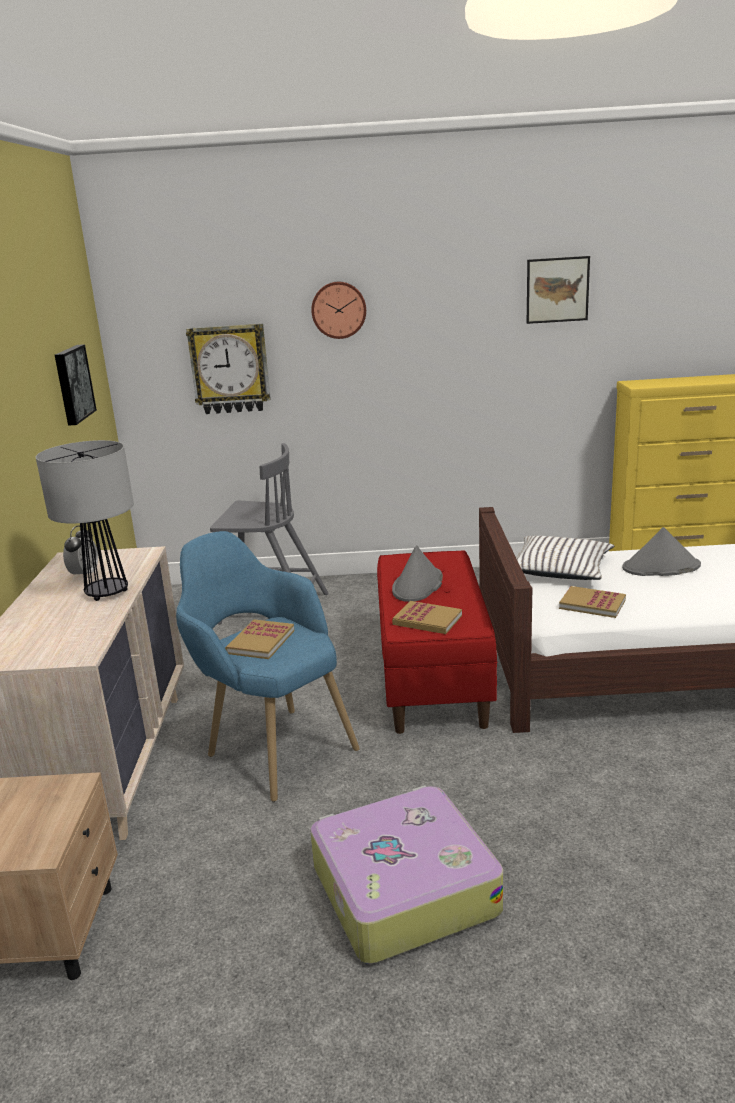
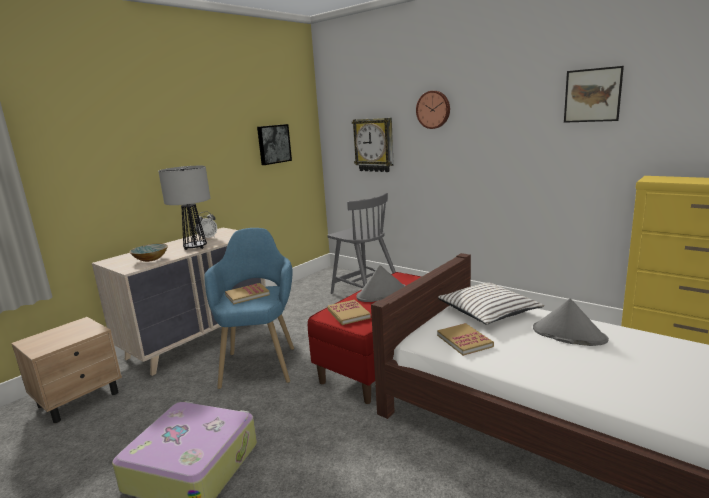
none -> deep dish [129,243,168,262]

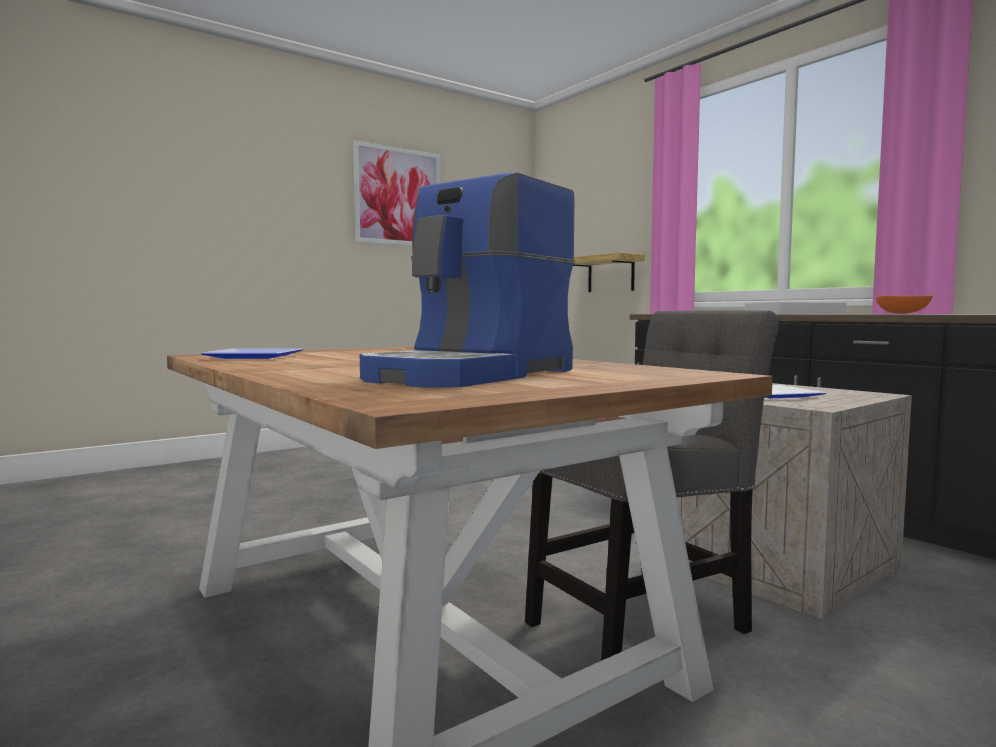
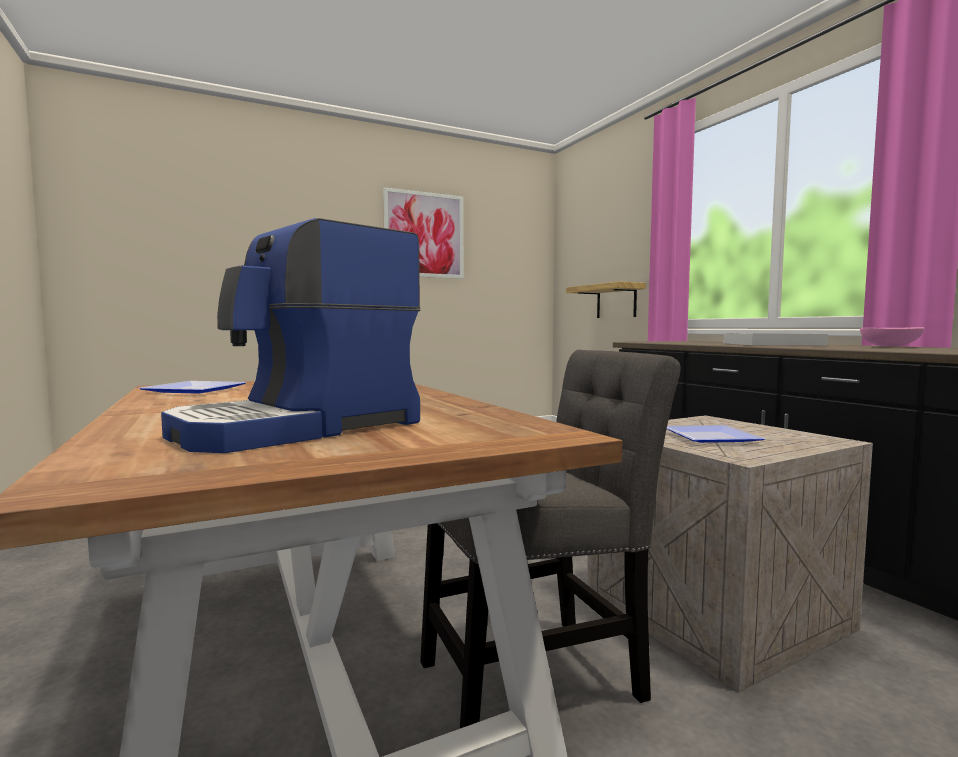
deep dish/orangey [876,295,933,314] -> deep dish/pink-coloured [860,327,925,347]

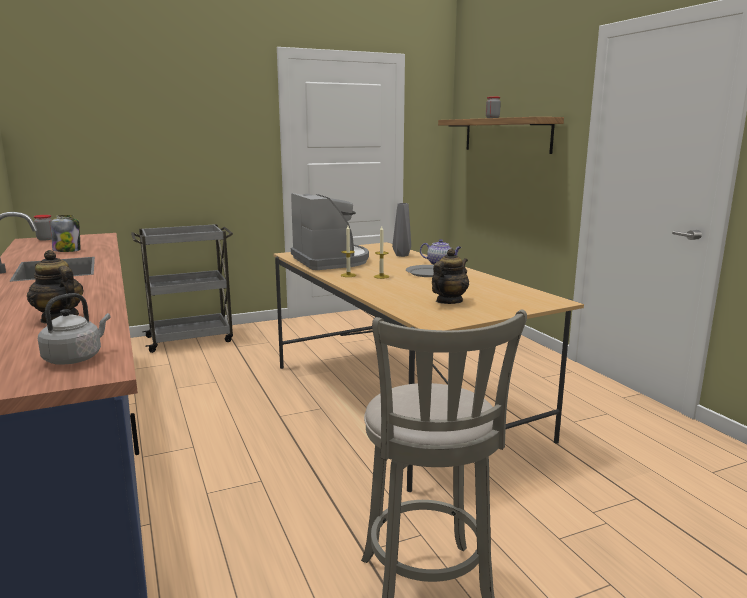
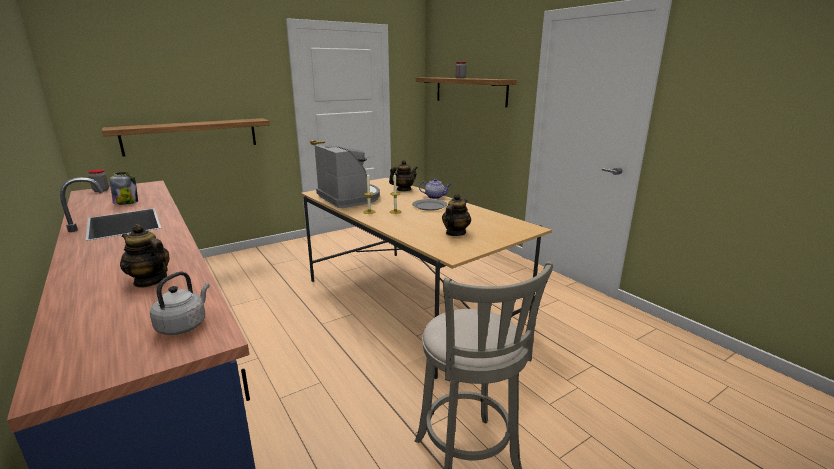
decorative vase/gray [392,203,411,257] -> teapot [389,160,418,191]
wheeled cart/gray [131,224,233,353] -> none
none -> wall shelf [102,118,270,157]

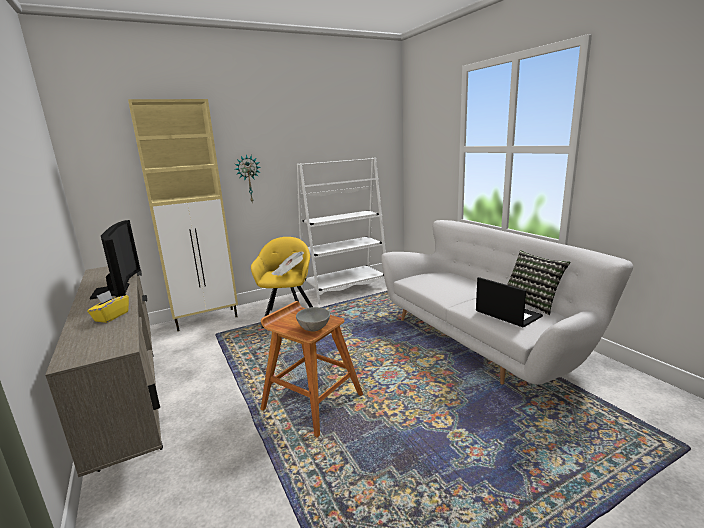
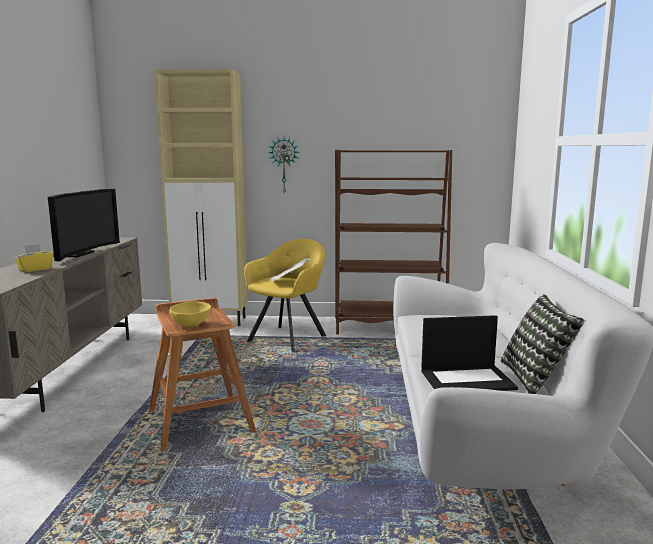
shelving unit/white [297,158,386,304] -> shelving unit/brown-coloured [335,150,452,334]
notebook computer [476,277,543,328] -> notebook computer [421,315,518,391], 90 degrees clockwise
deep dish/gray [296,307,330,331] -> deep dish/yellow-coloured [169,301,211,327]

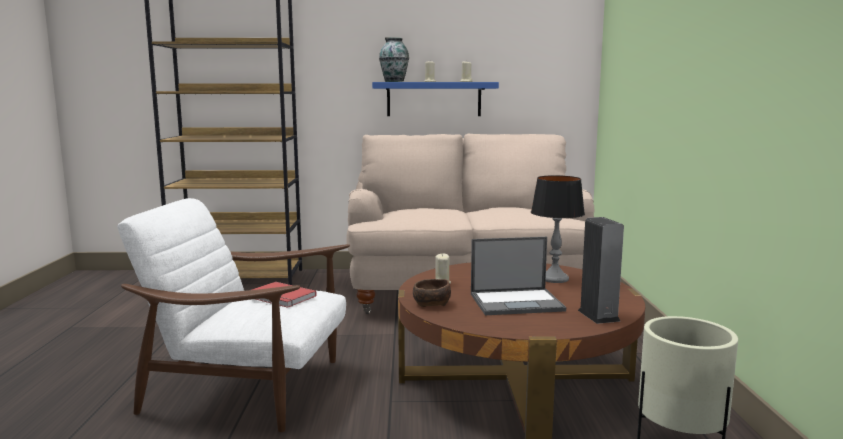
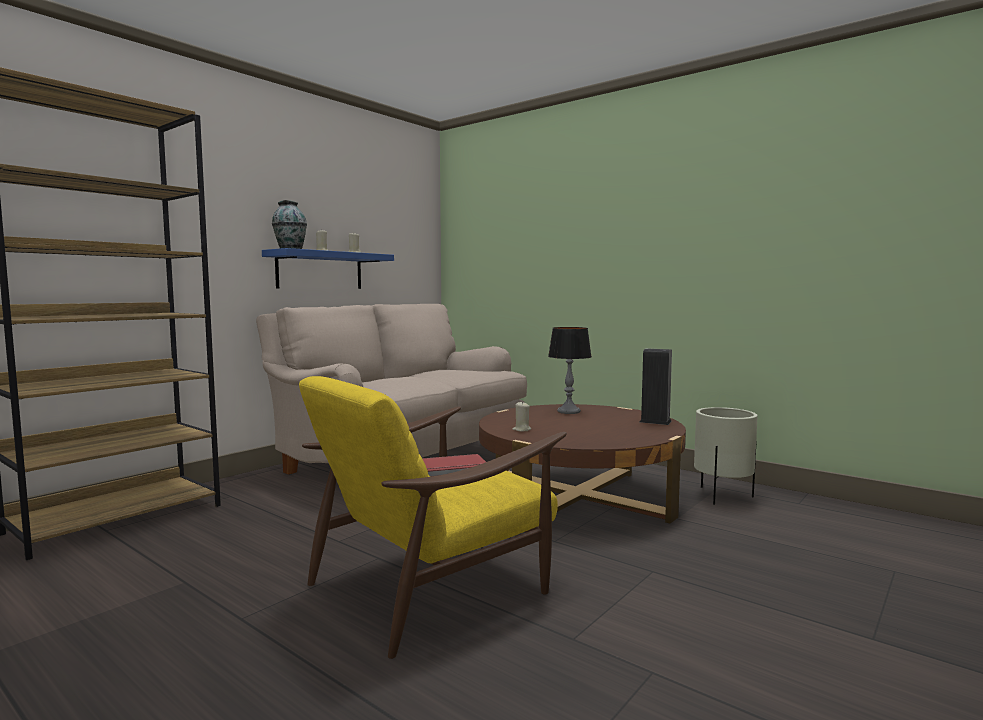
easy chair/white [117,198,350,432] -> easy chair/yellow-coloured [299,376,567,659]
notebook computer [471,237,566,315] -> none
deep dish/brown-coloured [413,279,451,307] -> none

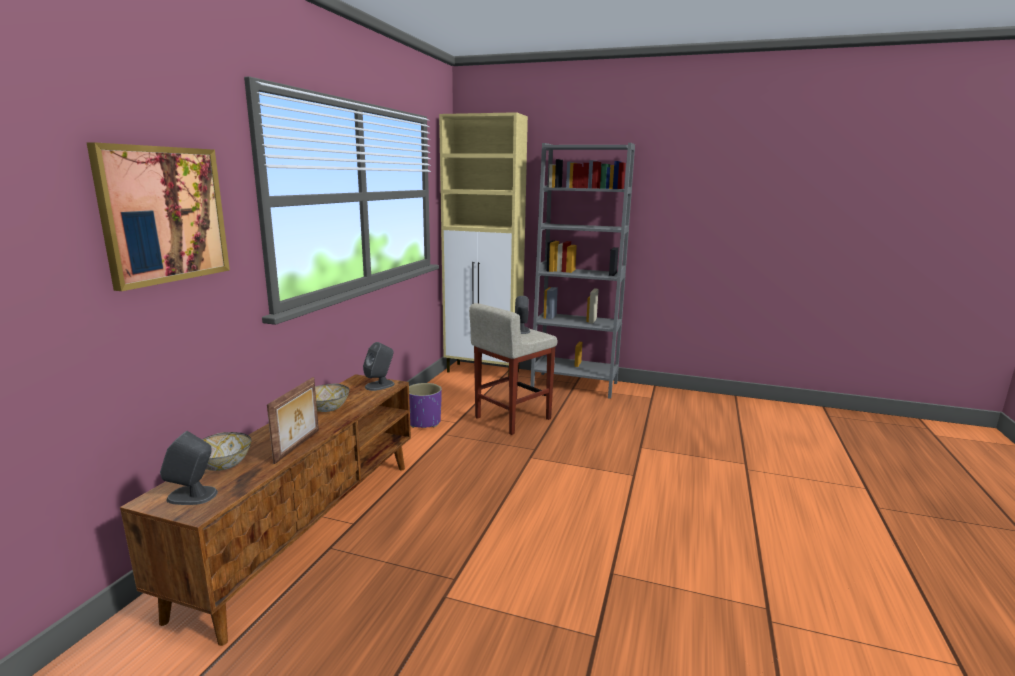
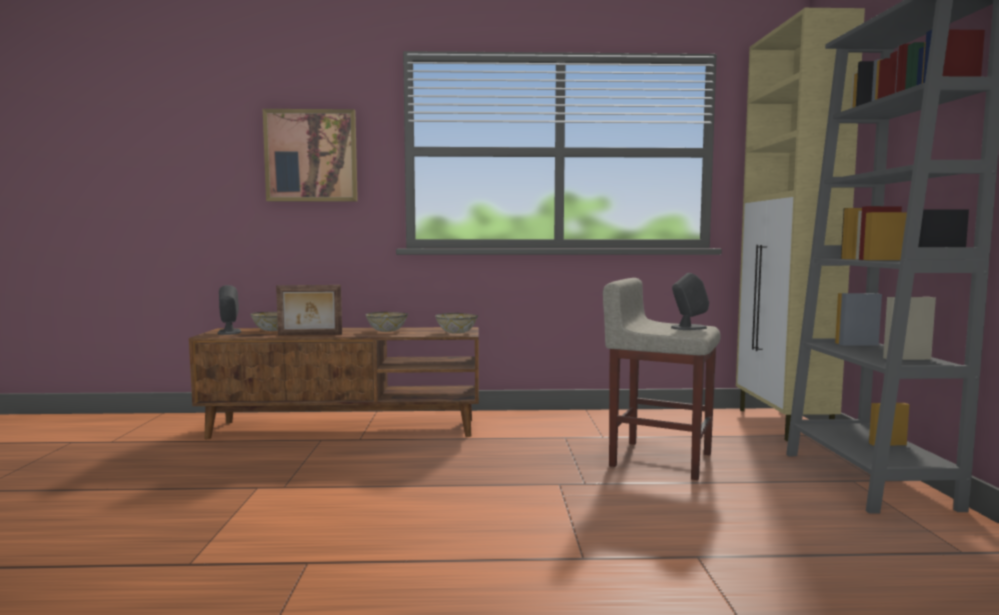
speaker/gray [363,342,395,391] -> deep dish [435,313,478,334]
flower pot/purple [409,383,442,428] -> none

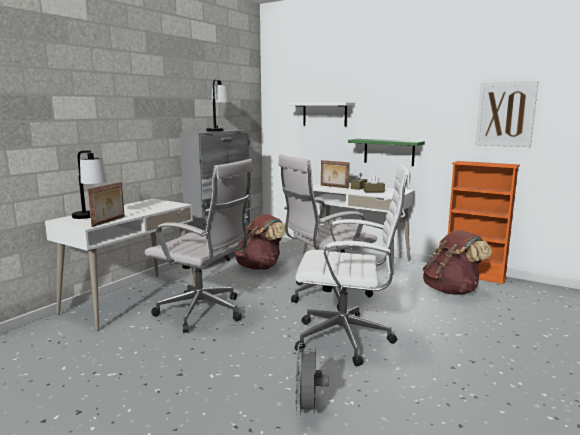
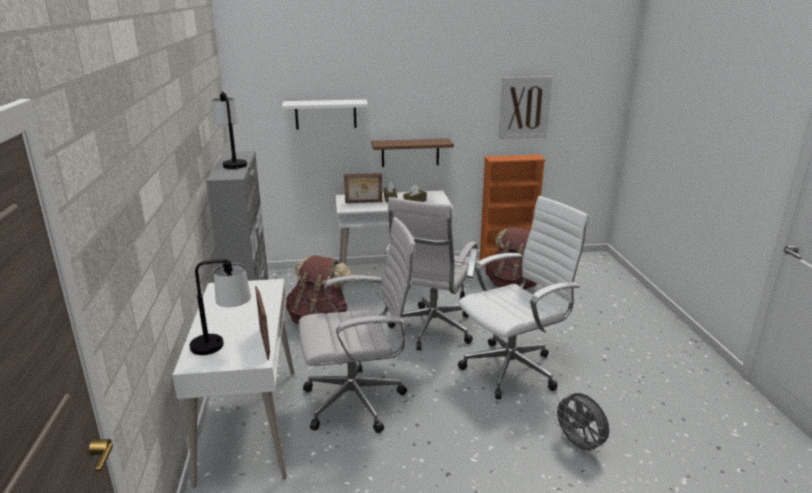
wall shelf/green-coloured [348,139,425,166] -> wall shelf/brown-coloured [371,138,454,167]

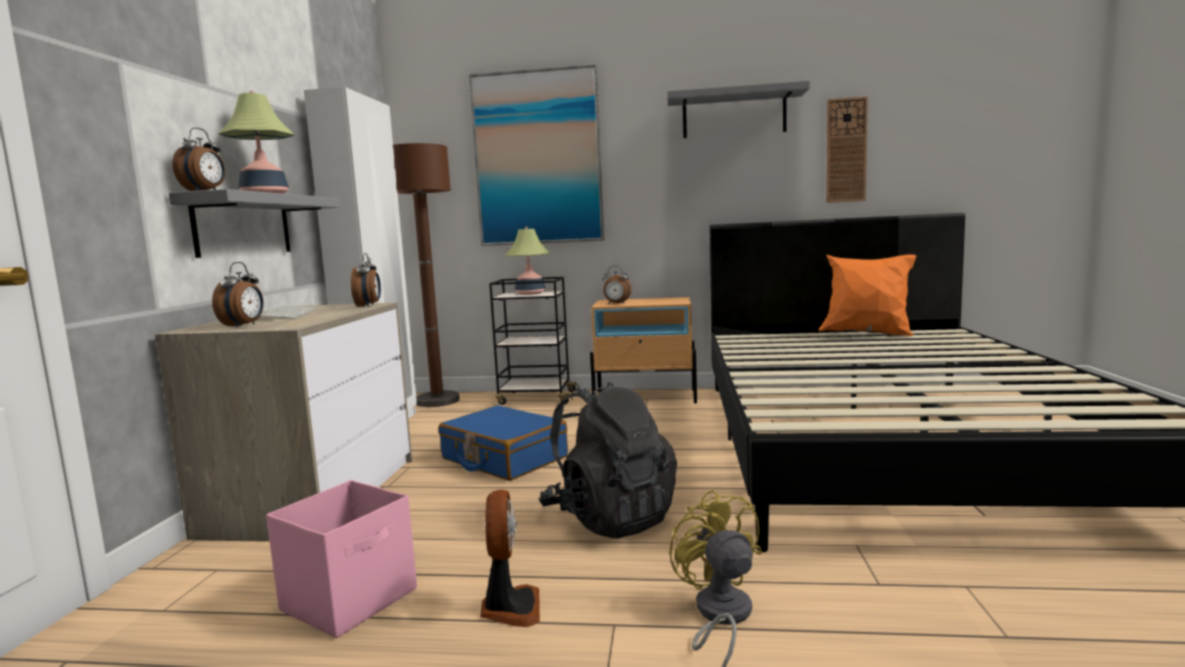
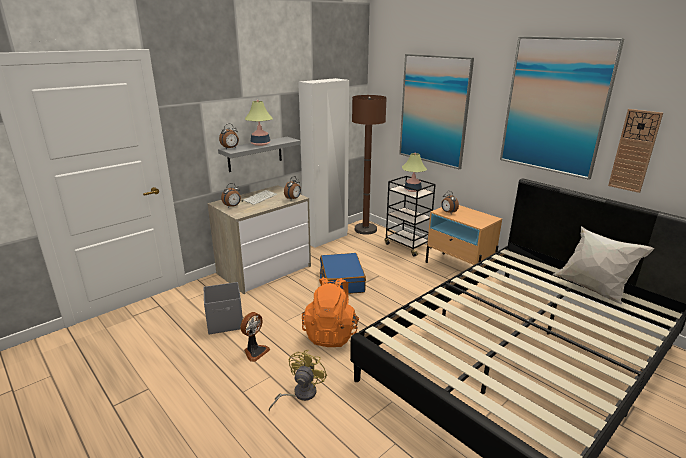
wall shelf/gray [667,81,810,138] -> picture [500,36,625,180]
throw pillow/orangey [818,254,916,336] -> throw pillow/white [553,226,654,305]
rucksack/black-coloured [539,382,677,539] -> rucksack/orangey [302,277,360,347]
storage bin/pink-coloured [266,480,417,638] -> storage bin/gray [204,282,243,334]

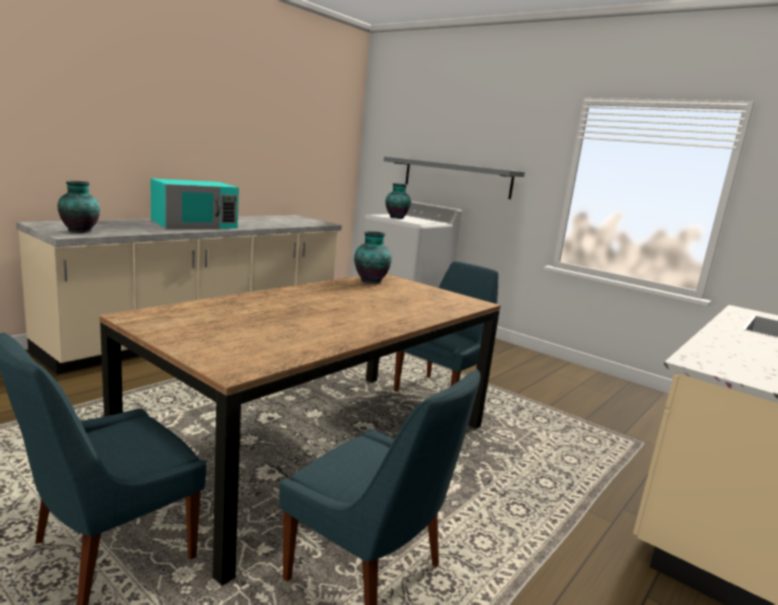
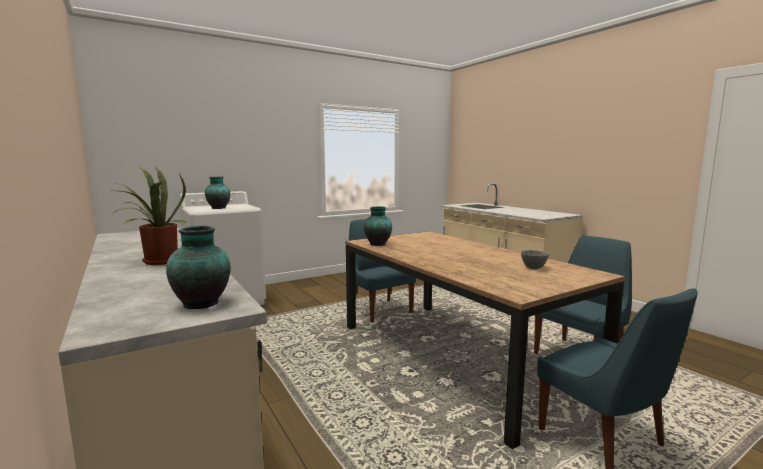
wall shelf/gray [384,157,525,199] -> none
kitchen microwave/turquoise-coloured [150,178,239,229] -> potted plant [115,167,187,265]
none -> deep dish/gray [521,250,549,269]

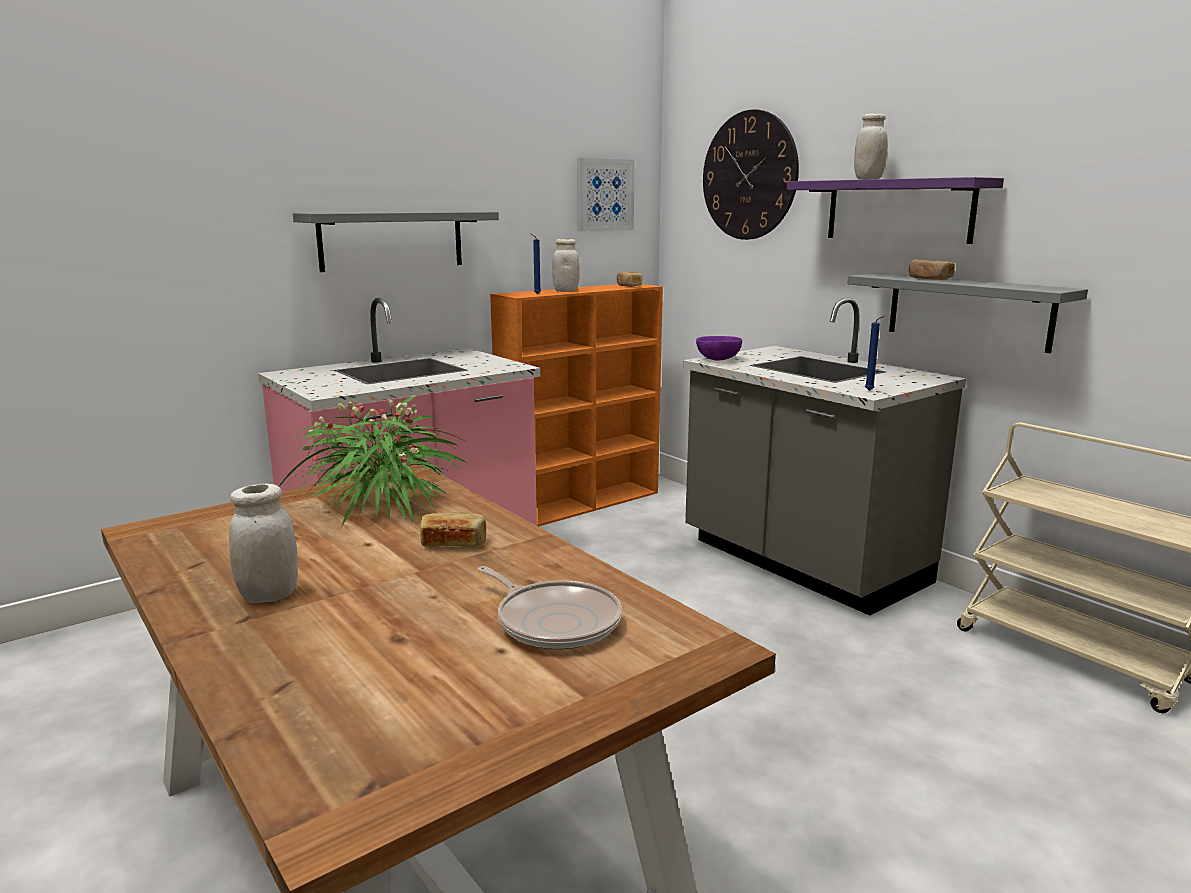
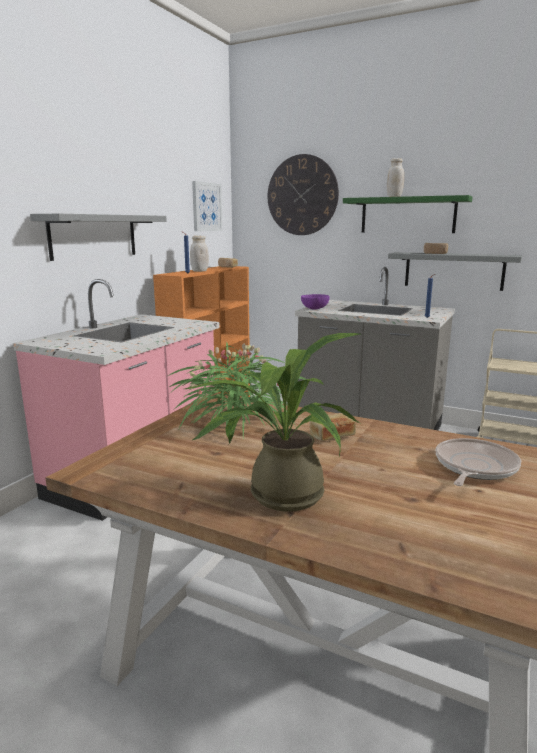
wall shelf/purple [787,177,1004,244] -> wall shelf/green-coloured [343,195,473,233]
preserve jar/white [229,483,298,603] -> potted plant [185,333,361,511]
pan [478,566,622,649] -> pan [436,438,521,486], 75 degrees counterclockwise

